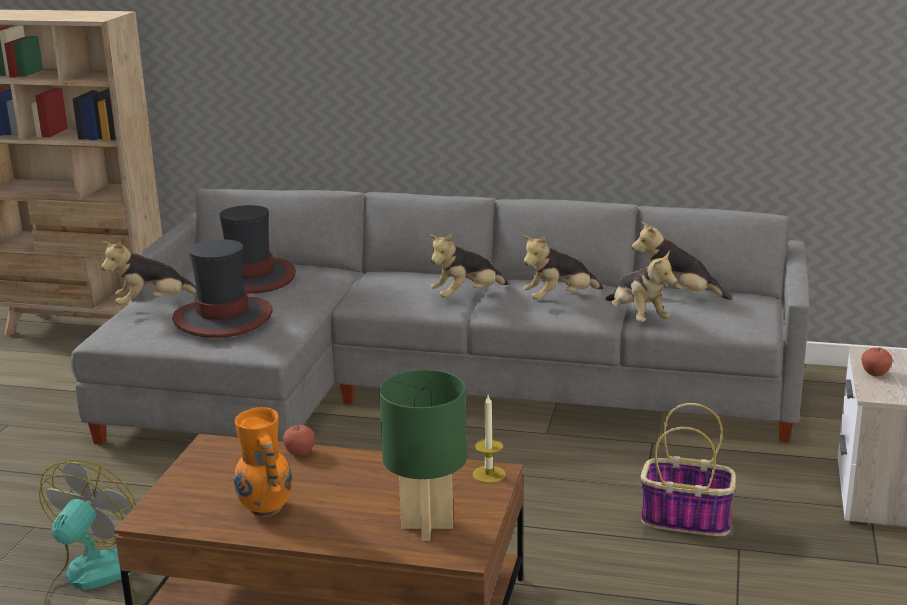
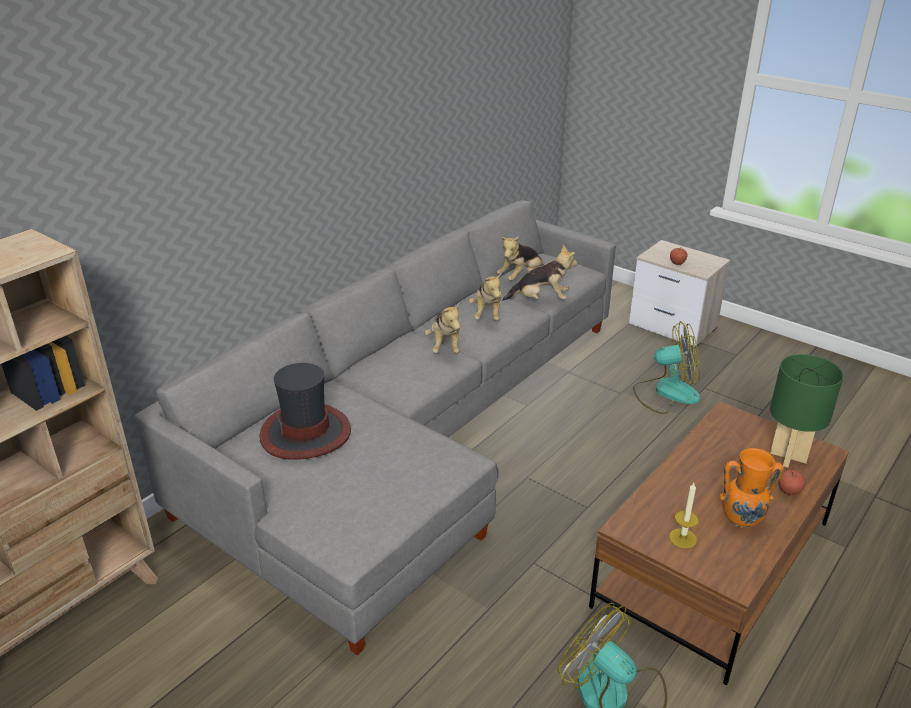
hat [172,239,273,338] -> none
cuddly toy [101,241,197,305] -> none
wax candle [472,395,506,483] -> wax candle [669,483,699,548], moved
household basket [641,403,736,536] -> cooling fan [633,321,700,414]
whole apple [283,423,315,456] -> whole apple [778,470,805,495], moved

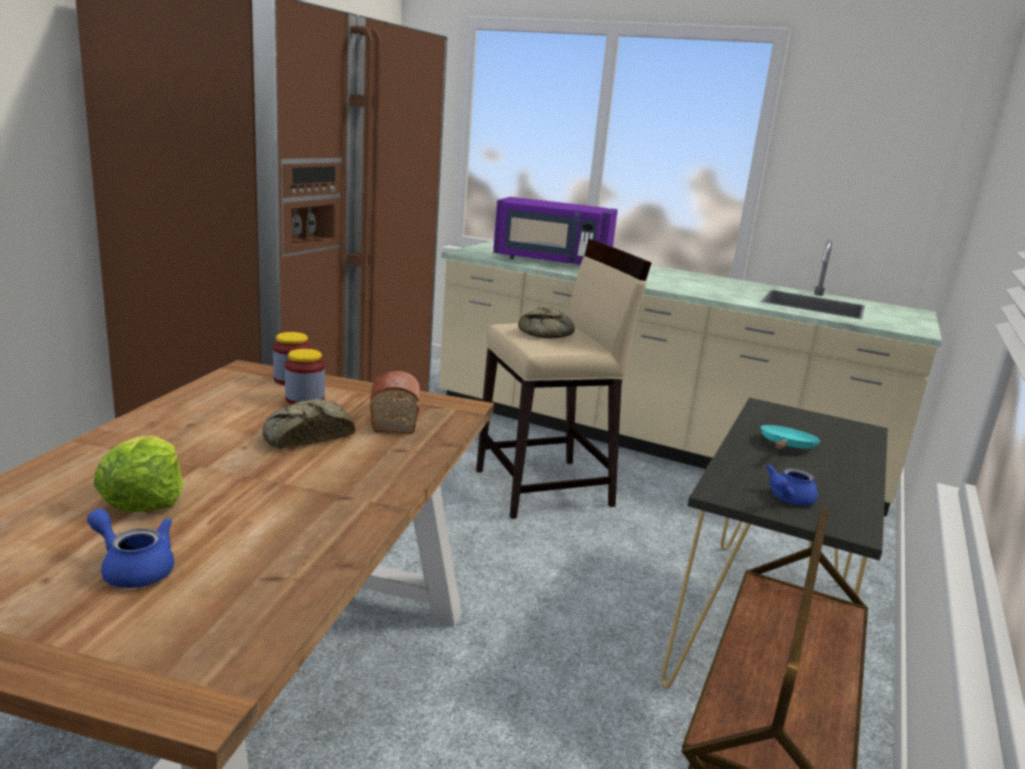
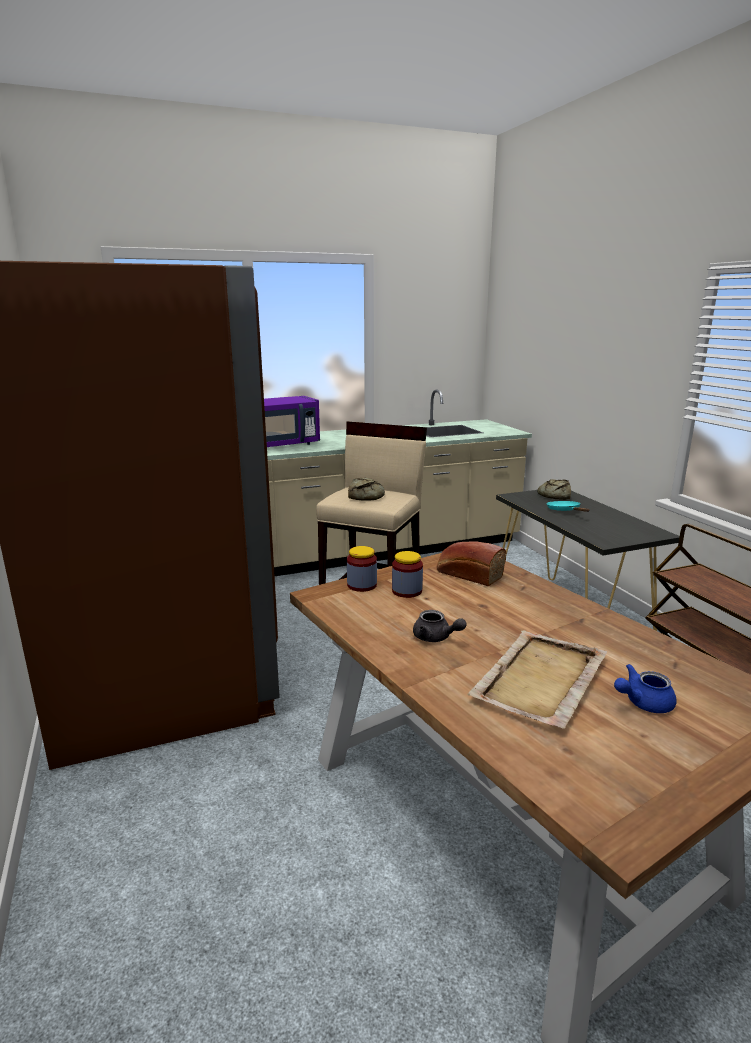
bakery bread [263,399,355,449] -> bakery bread [537,479,571,500], moved
head of lettuce [93,435,184,512] -> tray/beige [467,631,607,729]
teapot/bluish [766,464,818,506] -> none
none -> teapot/gray [413,610,467,642]

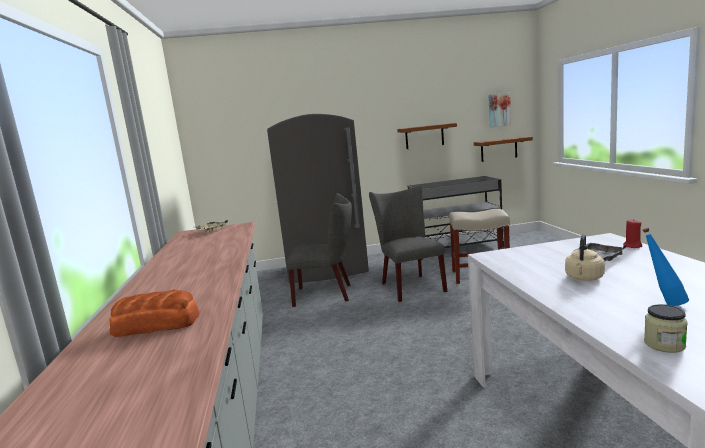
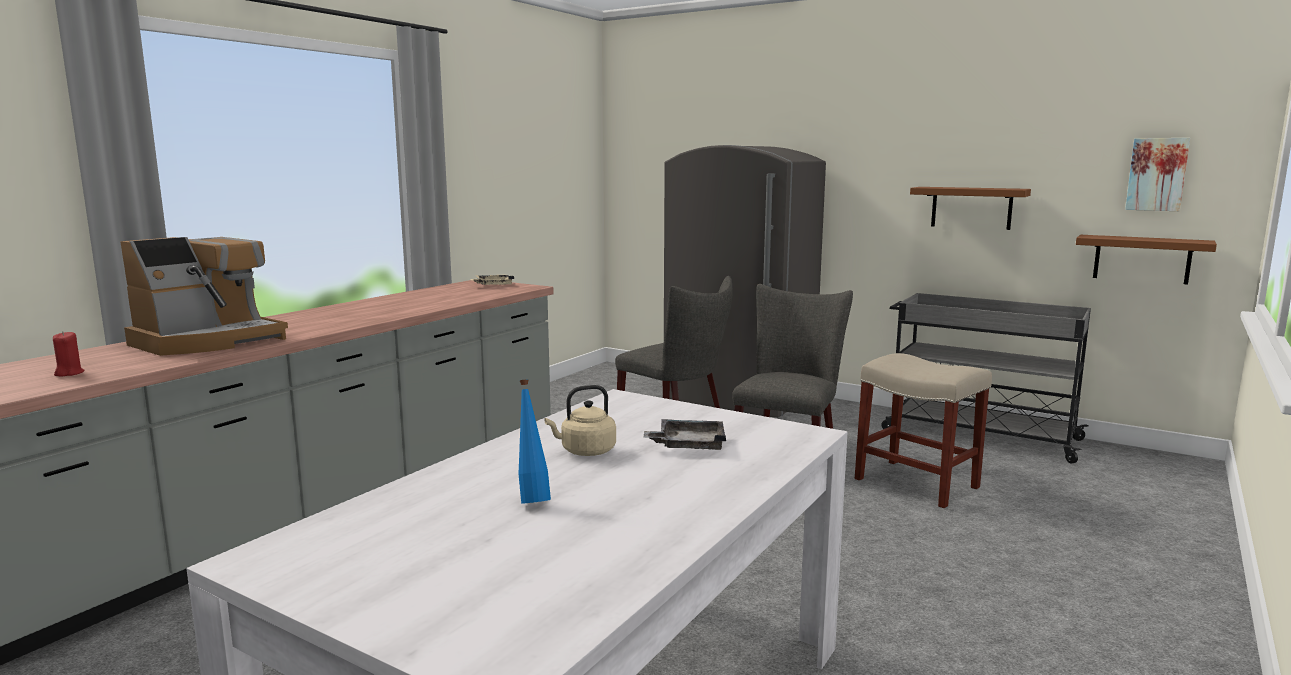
wax candle/red [623,219,642,248] -> wax candle/red [53,331,85,377], moved
bakery bread [109,290,200,337] -> coffee brewer [120,237,288,356]
preserve jar [644,304,688,353] -> none

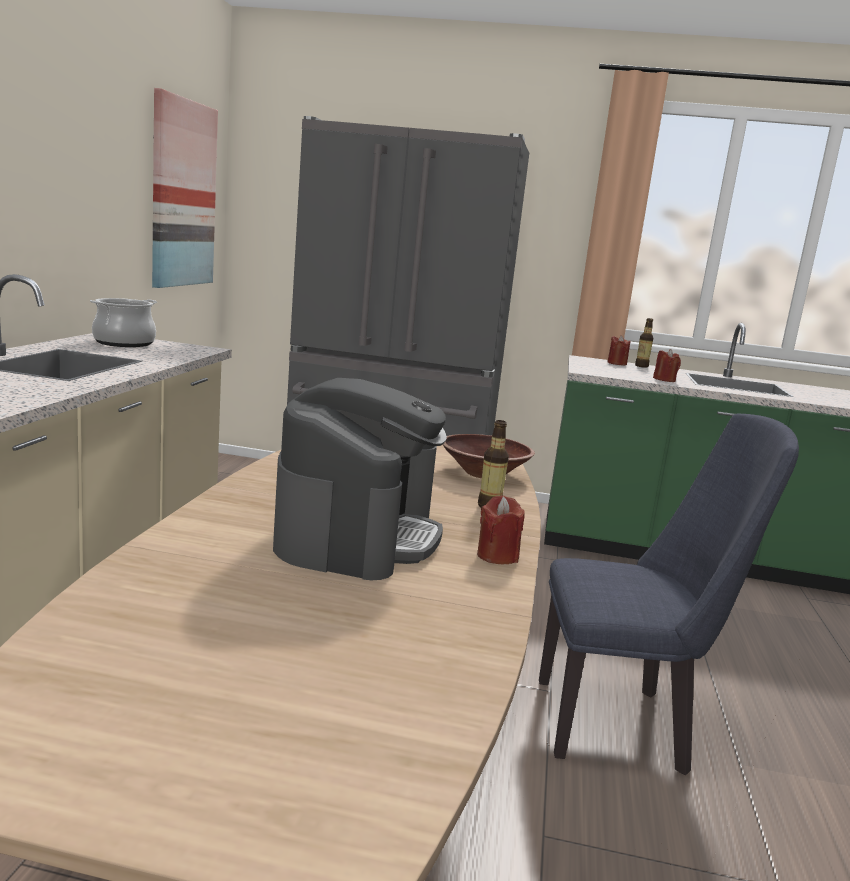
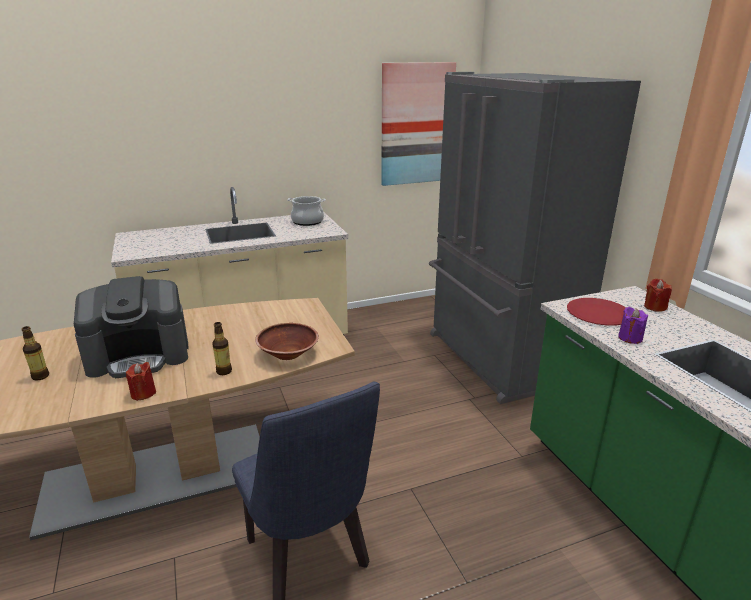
bottle [635,318,653,368] -> bottle [21,326,49,381], moved
wax candle/red [653,349,681,382] -> wax candle/purple [618,307,648,344]
none -> plate/red [567,298,626,326]

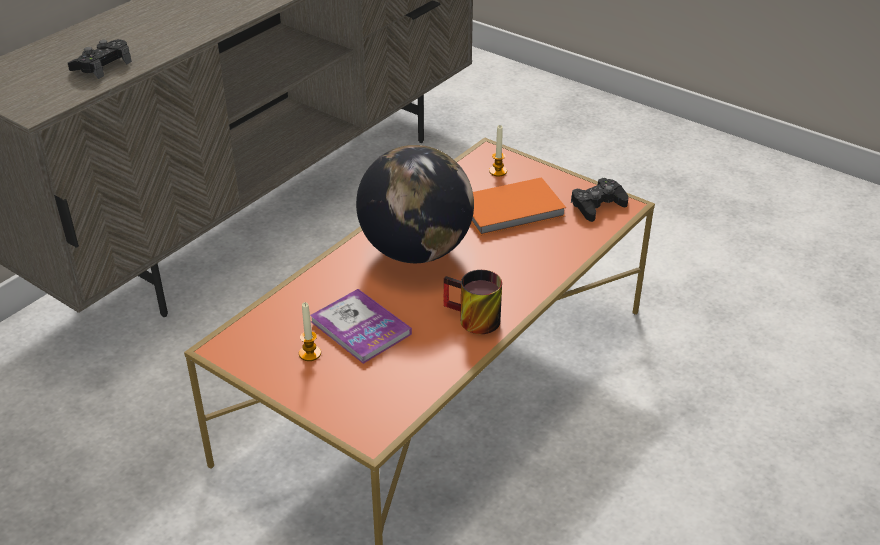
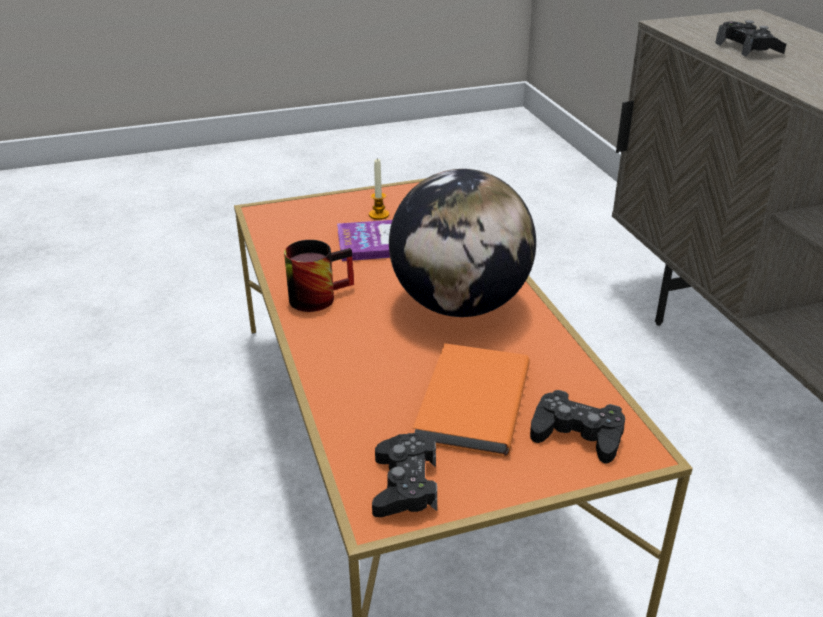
wax candle [489,125,507,177] -> joypad/black-coloured [530,390,625,464]

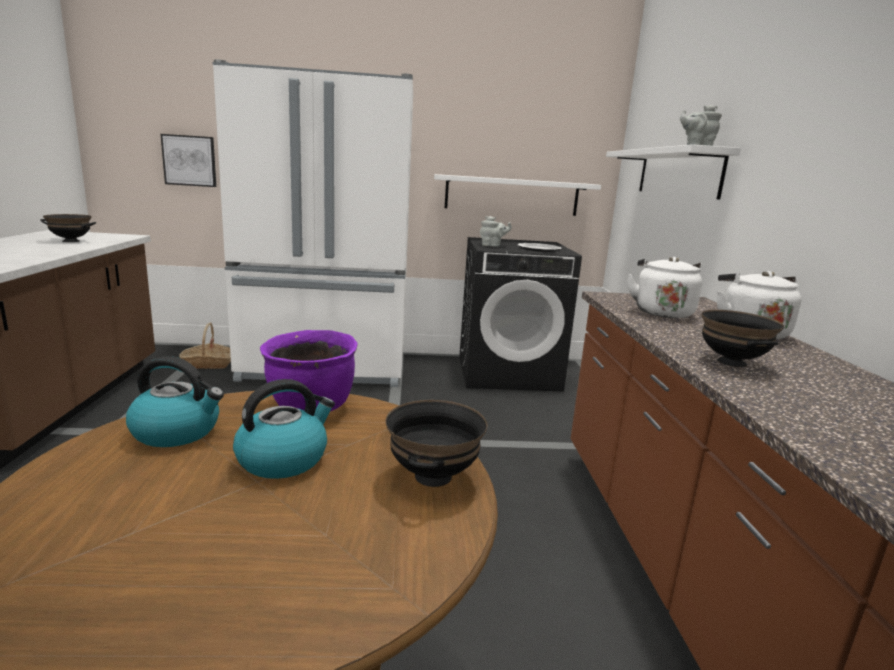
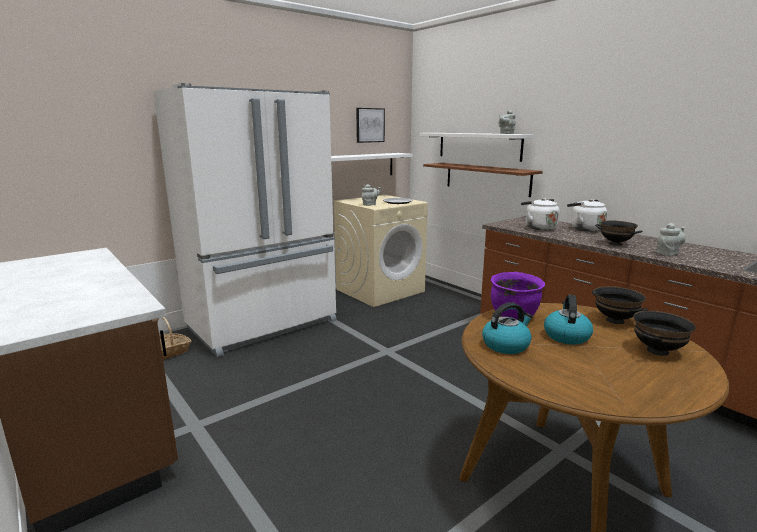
picture [161,134,216,187] -> picture [356,108,385,143], moved
deep dish/black-coloured [40,214,96,242] -> deep dish/black-coloured [633,311,696,356], moved
laundry appliance/black-coloured [459,237,582,392] -> laundry appliance/beige [333,195,428,307]
none -> wall shelf/brown-coloured [423,163,543,197]
none -> teapot/gray [657,223,685,256]

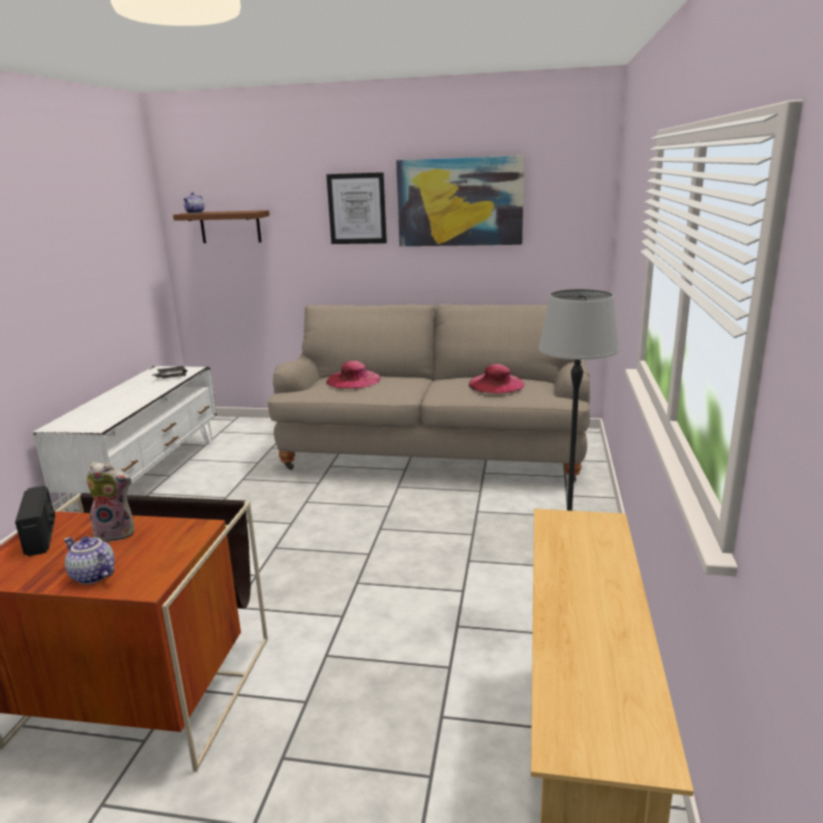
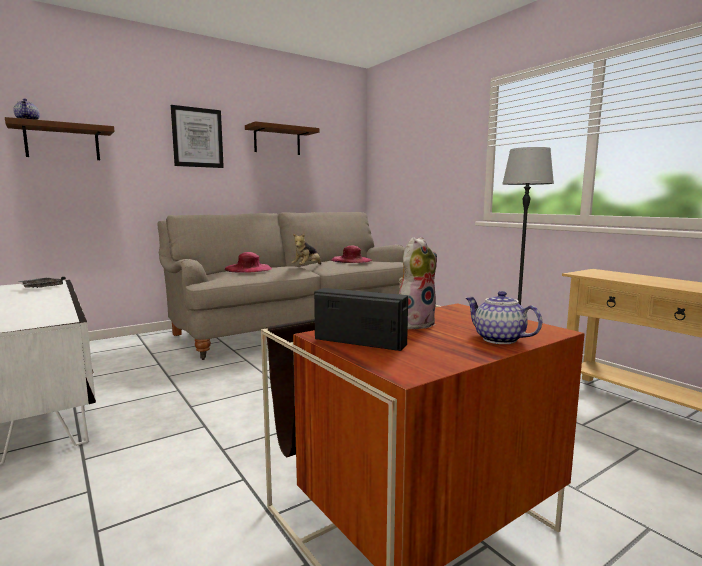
picture [396,156,524,246] -> wall shelf/brown-coloured [245,121,319,155]
teapot [64,536,115,584] -> teapot [466,291,542,344], 60 degrees clockwise
none -> cuddly toy [291,233,321,265]

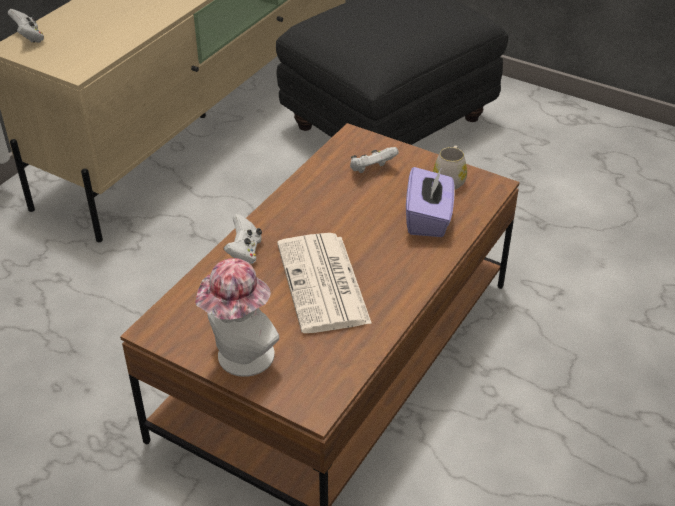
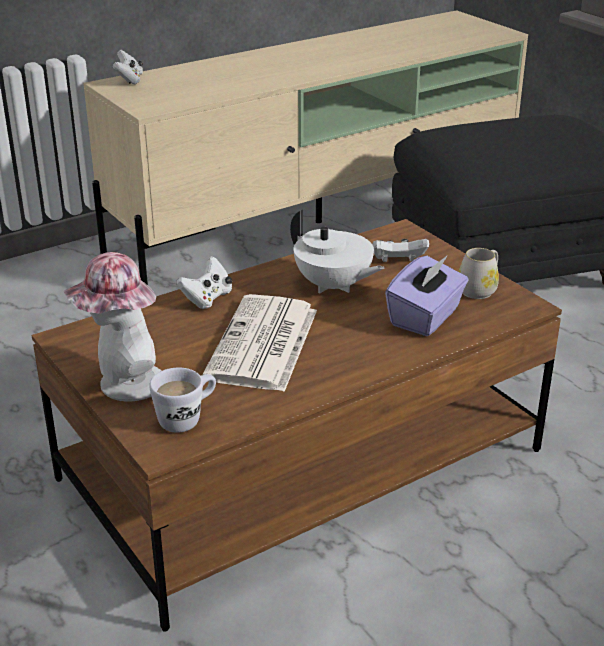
none -> teapot/white [290,210,384,294]
none -> tea mug/white [149,368,216,433]

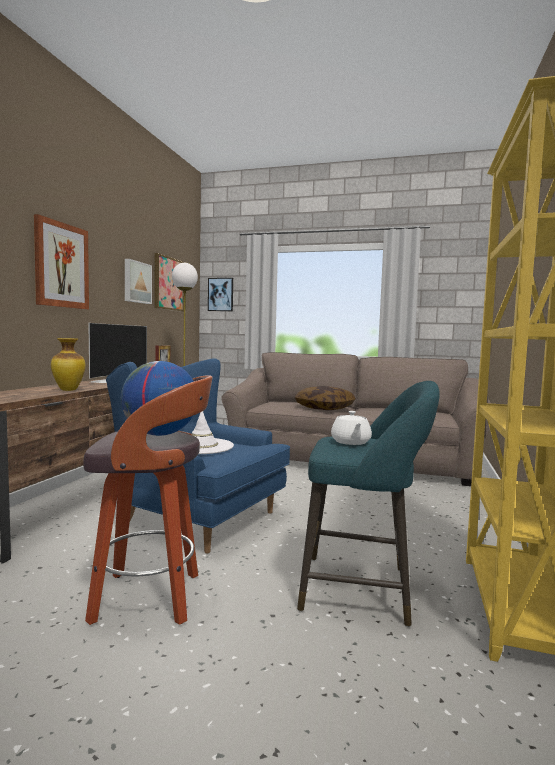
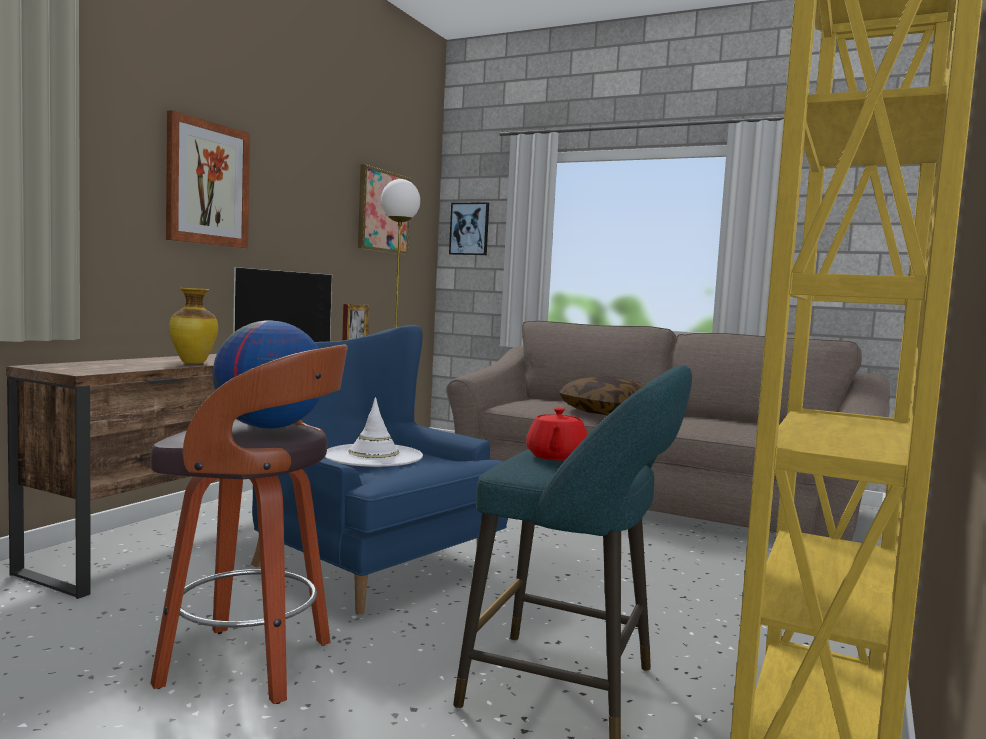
picture [125,259,152,304] -> none
teapot/white [331,411,372,445] -> teapot/red [526,408,588,461]

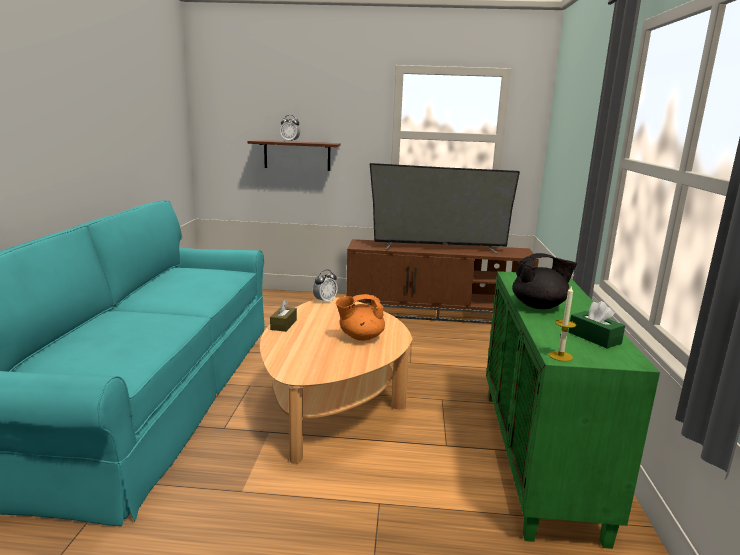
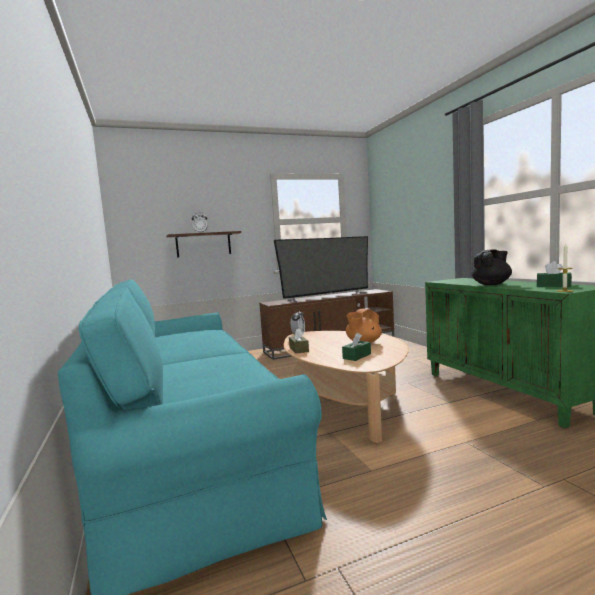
none -> tissue box/green-coloured [342,333,371,361]

